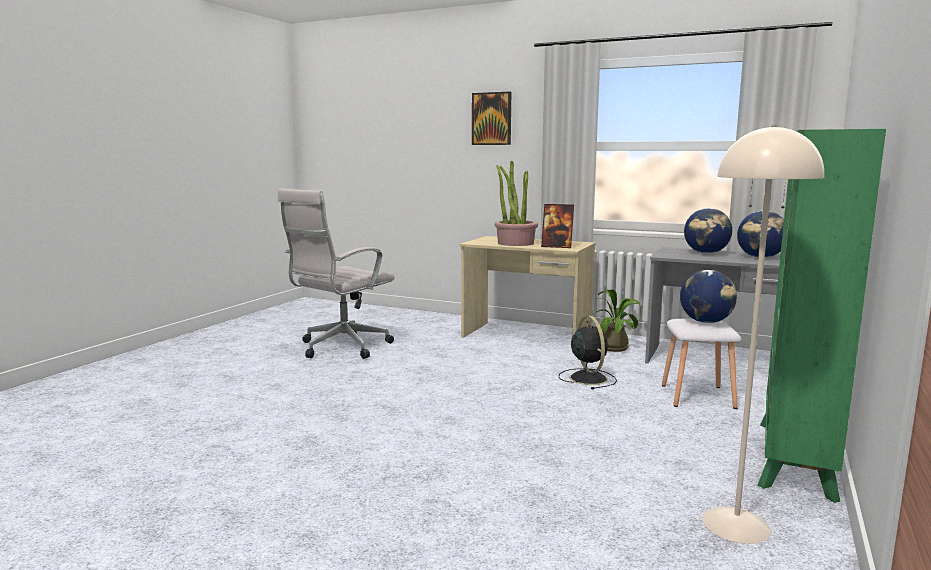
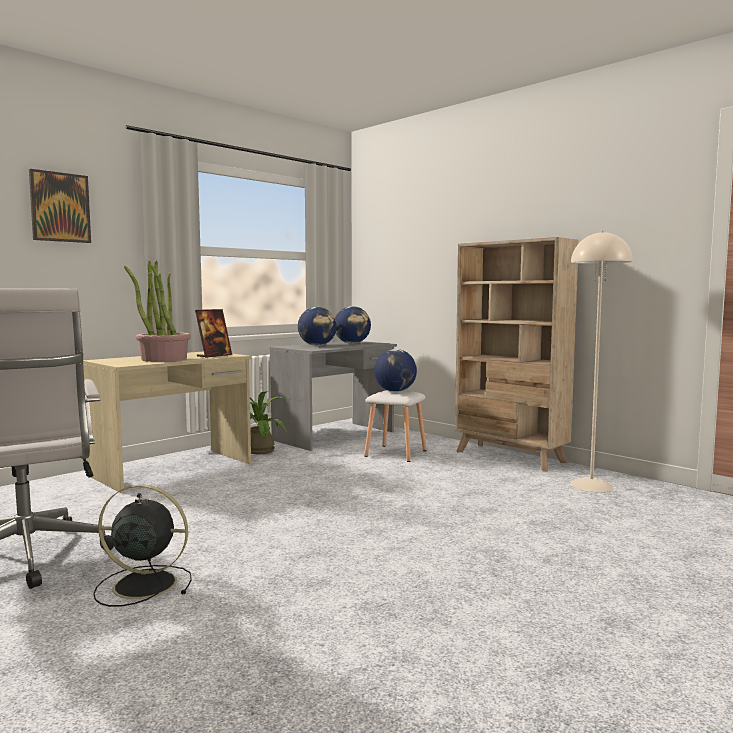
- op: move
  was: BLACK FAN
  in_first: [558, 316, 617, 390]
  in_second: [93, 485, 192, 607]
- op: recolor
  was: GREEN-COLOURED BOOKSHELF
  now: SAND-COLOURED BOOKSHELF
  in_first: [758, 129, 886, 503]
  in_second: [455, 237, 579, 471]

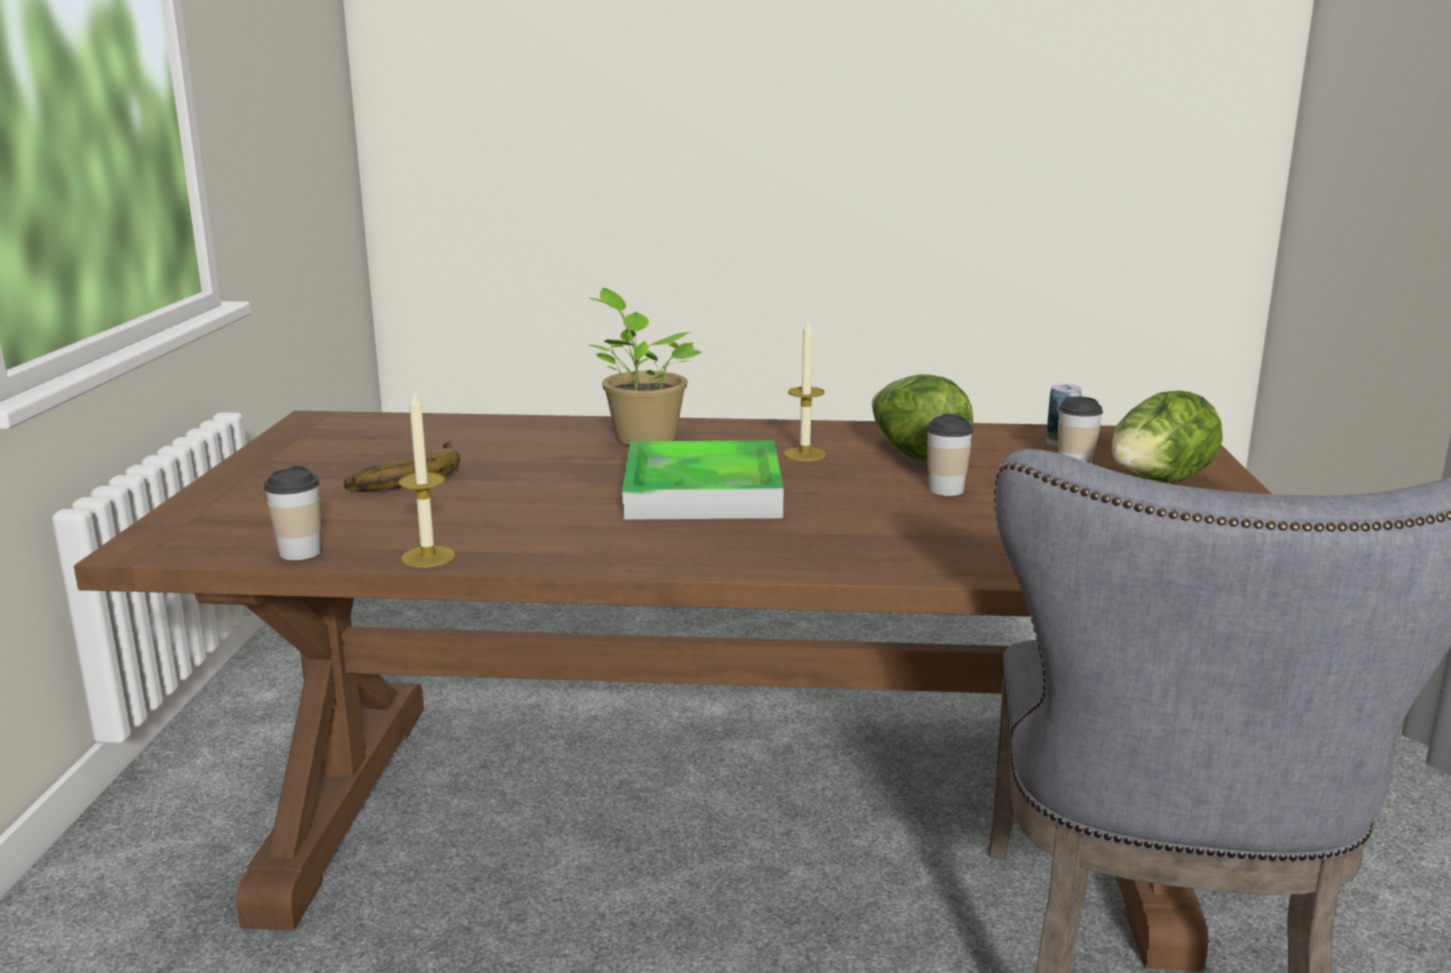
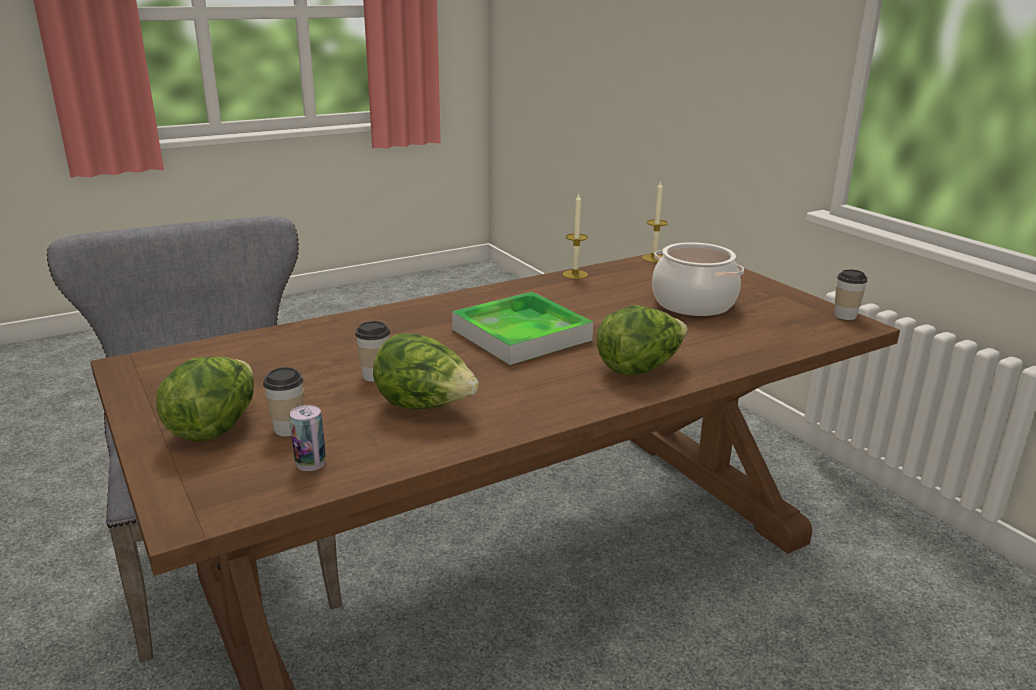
- op: move
  was: CUP
  in_first: [264, 466, 321, 560]
  in_second: [834, 269, 867, 320]
- op: replace
  was: BANANA FRUIT
  now: COOKING POT
  in_first: [344, 441, 460, 491]
  in_second: [652, 242, 744, 316]
- op: replace
  was: POTTED PLANT
  now: HEAD OF LETTUCE
  in_first: [589, 288, 702, 446]
  in_second: [596, 305, 688, 375]
- op: move
  was: CANDLE
  in_first: [784, 321, 826, 461]
  in_second: [642, 182, 668, 262]

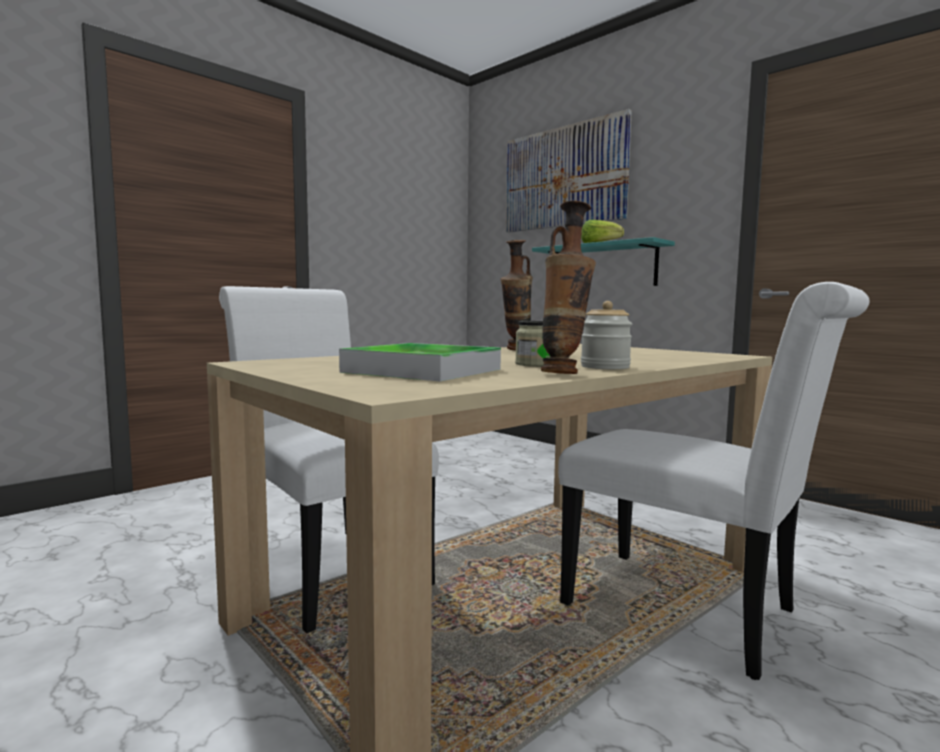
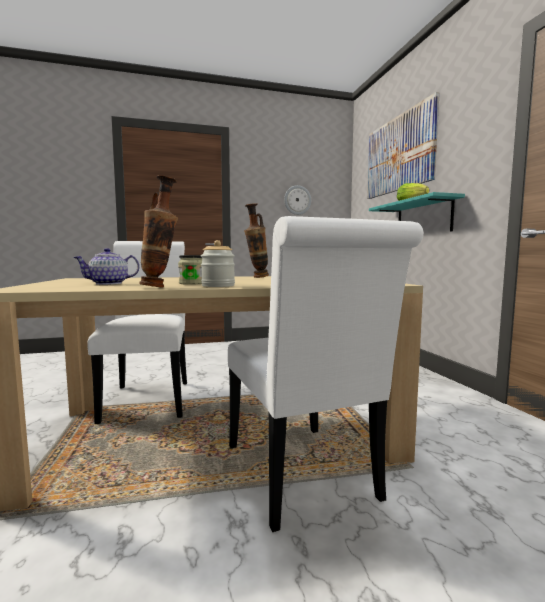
- op: replace
  was: SERVING TRAY
  now: POT FOR TEA
  in_first: [339, 343, 501, 381]
  in_second: [73, 248, 140, 285]
- op: insert
  now: HANGING CLOCK
  in_second: [284, 185, 311, 215]

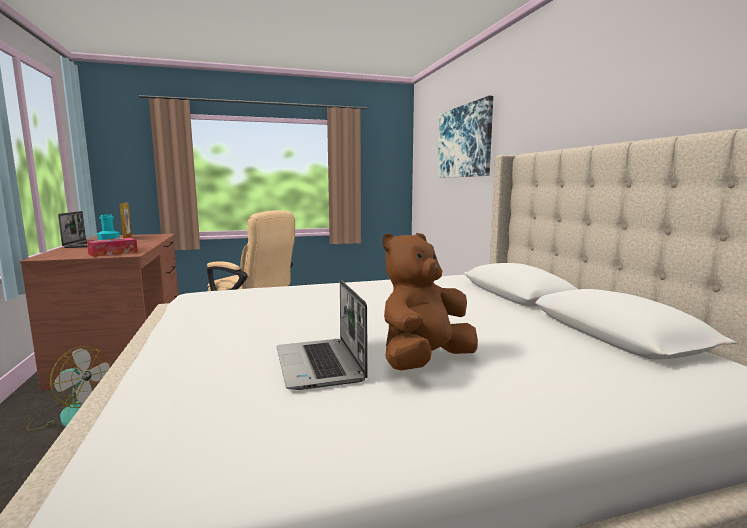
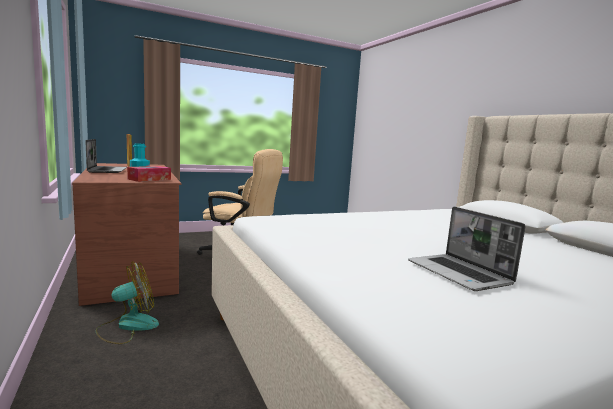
- op: rotate
  was: FAN
  in_first: [26, 346, 111, 431]
  in_second: [96, 261, 159, 344]
  clockwise: -45
- op: delete
  was: BROWN PLUSH TOY
  in_first: [383, 233, 478, 370]
- op: delete
  was: PICTURE
  in_first: [438, 96, 493, 178]

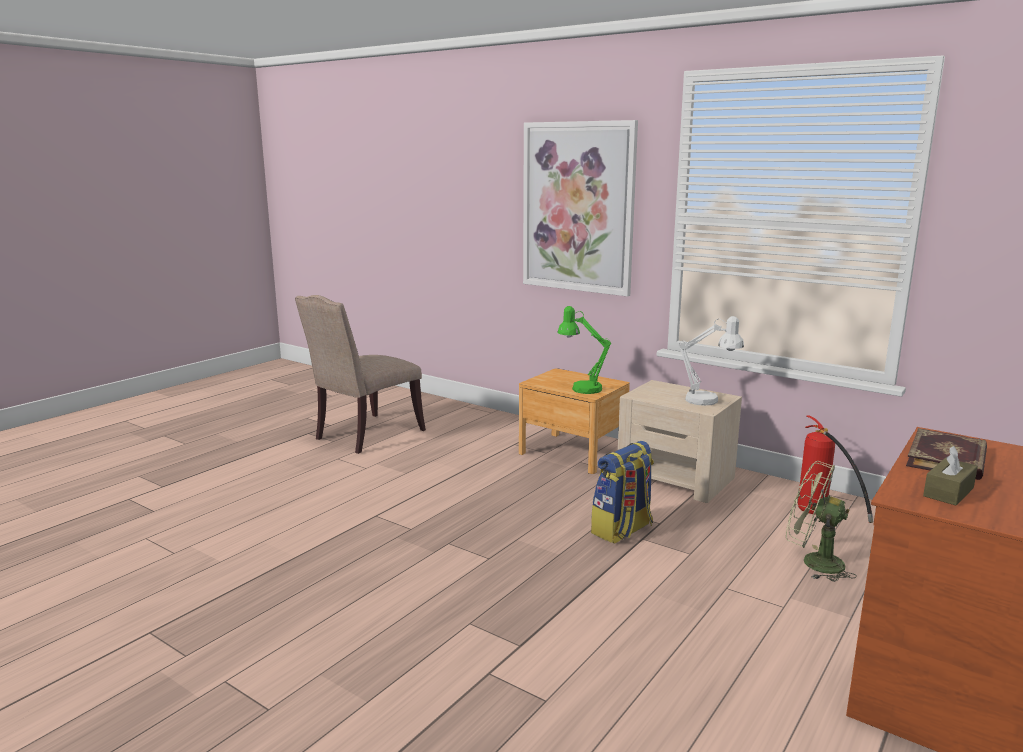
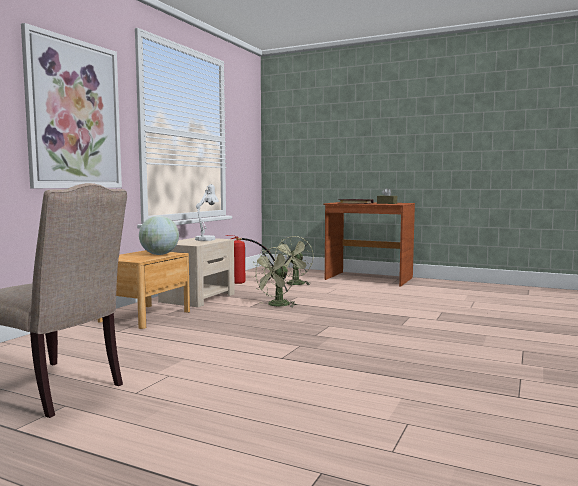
- op: replace
  was: GREEN-COLOURED TABLE LAMP
  now: WORLD GLOBE
  in_first: [558, 306, 611, 394]
  in_second: [139, 216, 179, 255]
- op: replace
  was: KNAPSACK
  now: GREEN-COLOURED FAN
  in_first: [591, 441, 654, 544]
  in_second: [251, 247, 297, 307]

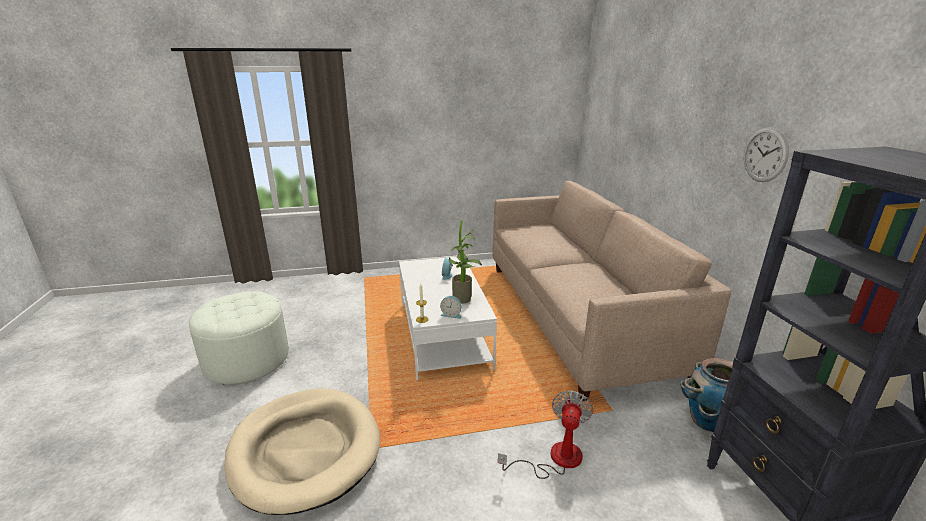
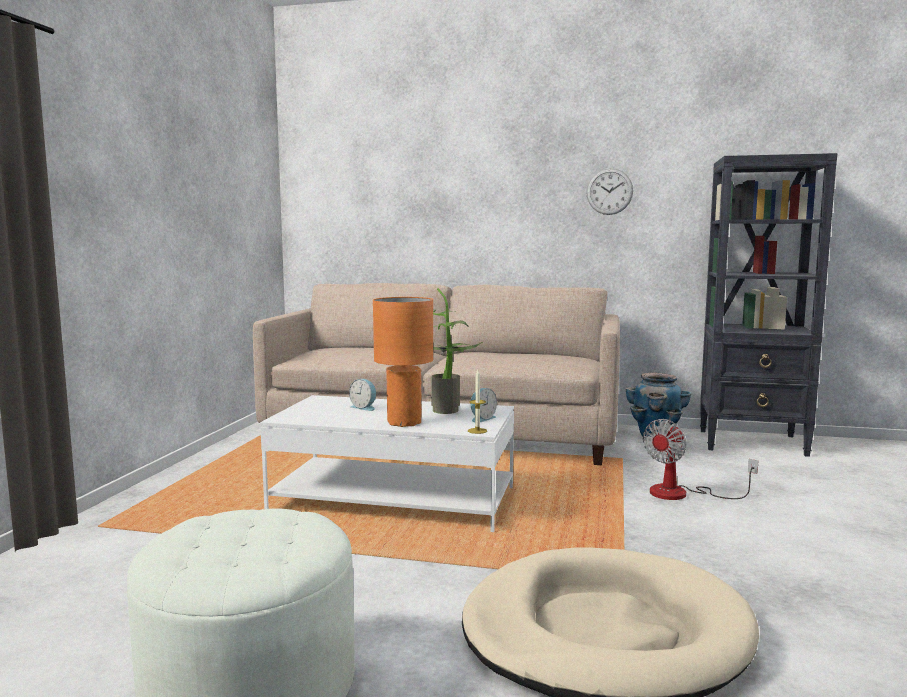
- op: rotate
  was: FAN
  in_first: [498, 390, 593, 479]
  in_second: [643, 419, 758, 500]
  clockwise: -90
- op: insert
  now: ORANGE-COLOURED TABLE LAMP
  in_second: [373, 297, 433, 427]

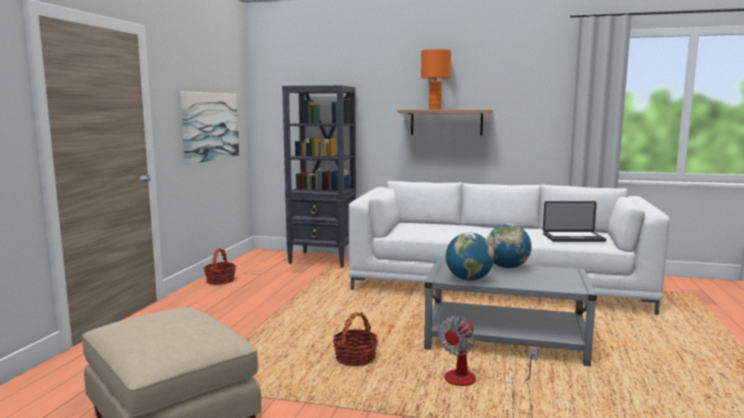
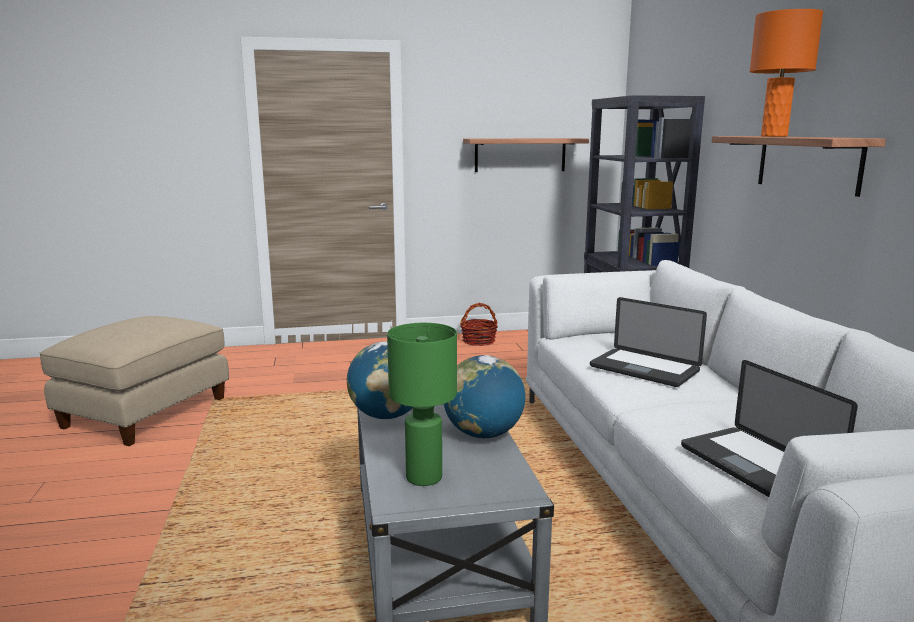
- op: replace
  was: PICTURE
  now: WALL SHELF
  in_first: [180, 91, 239, 164]
  in_second: [463, 138, 589, 172]
- op: delete
  was: STORAGE BASKET
  in_first: [333, 312, 378, 366]
- op: delete
  was: FAN
  in_first: [438, 316, 538, 386]
- op: insert
  now: GREEN-COLOURED TABLE LAMP
  in_second: [387, 323, 457, 486]
- op: insert
  now: LAPTOP
  in_second: [590, 297, 707, 387]

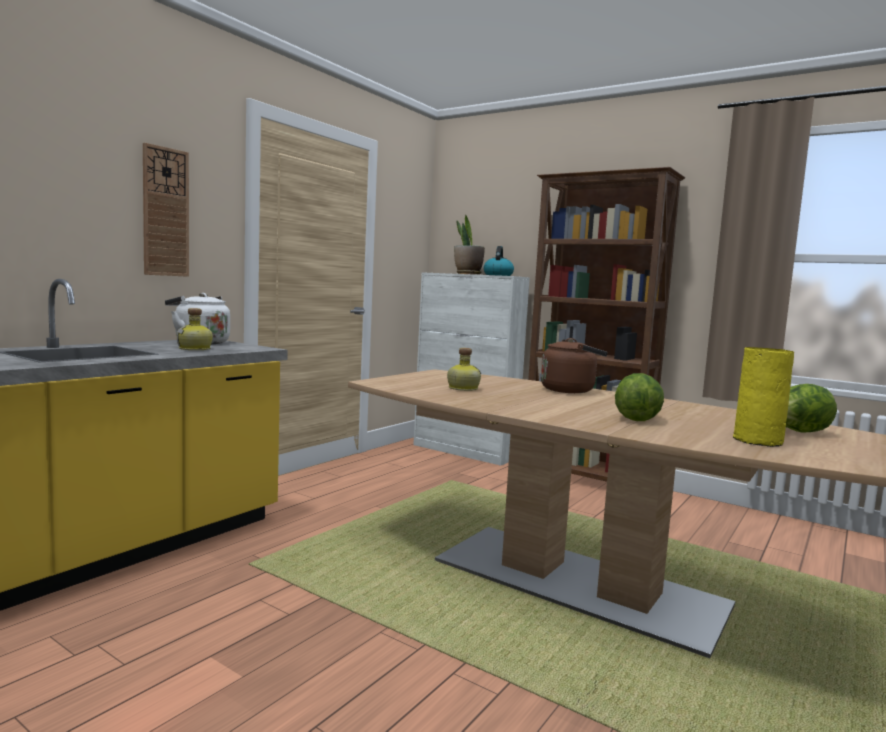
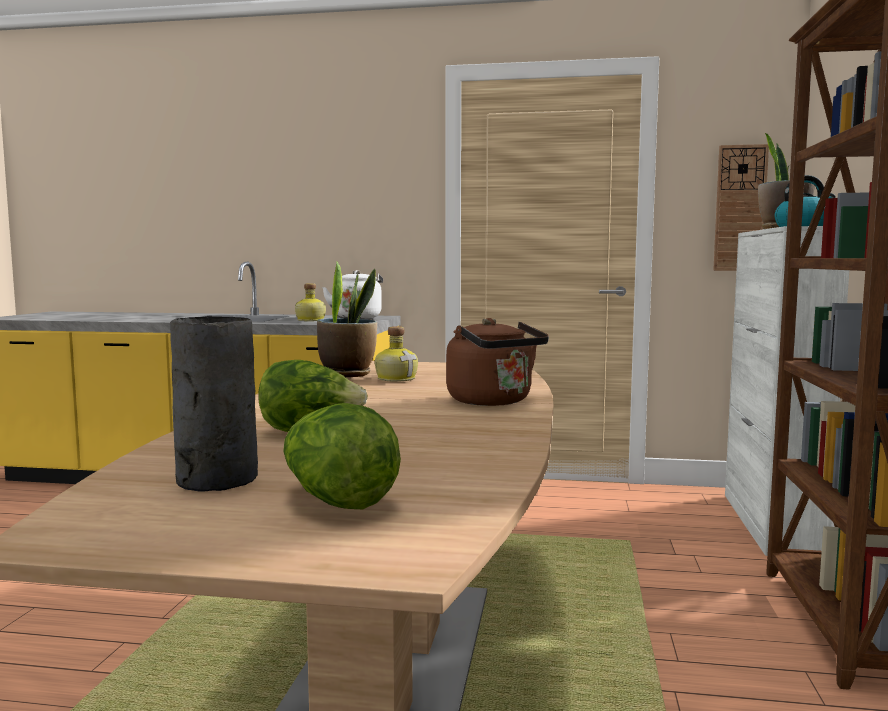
- op: move
  was: HANGING CLOCK
  in_first: [143, 143, 189, 277]
  in_second: [713, 144, 769, 271]
- op: recolor
  was: YELLOWISH FLOWER VASE
  now: GREY FLOWER VASE
  in_first: [733, 347, 794, 447]
  in_second: [170, 316, 258, 492]
- op: insert
  now: POTTED PLANT
  in_second: [317, 262, 377, 377]

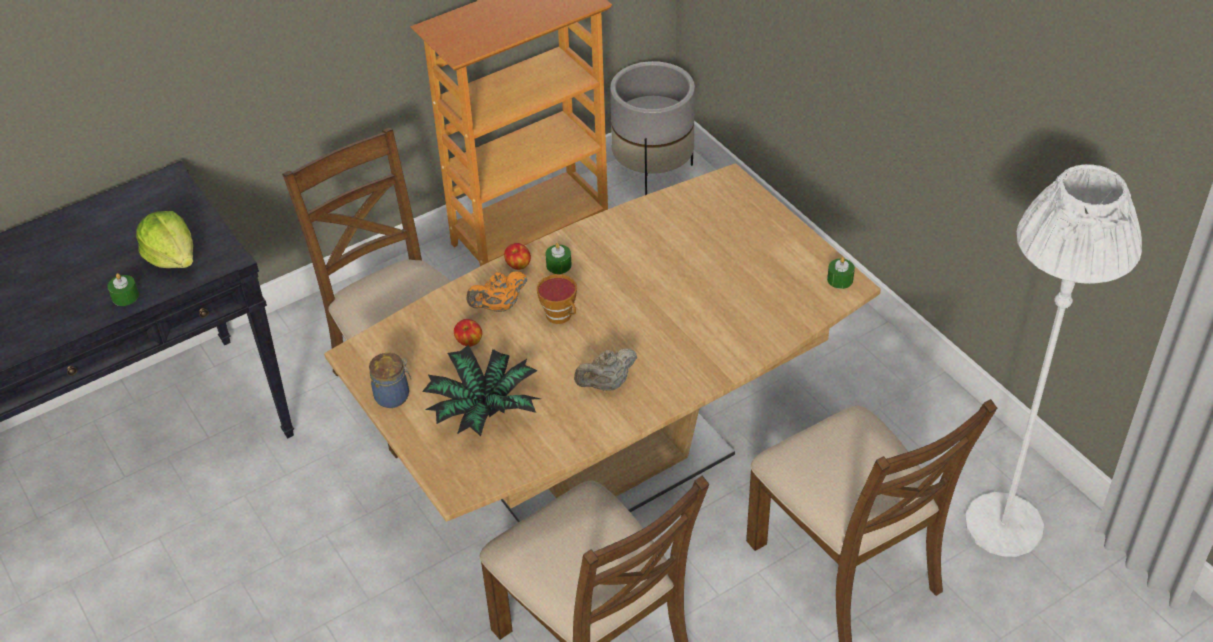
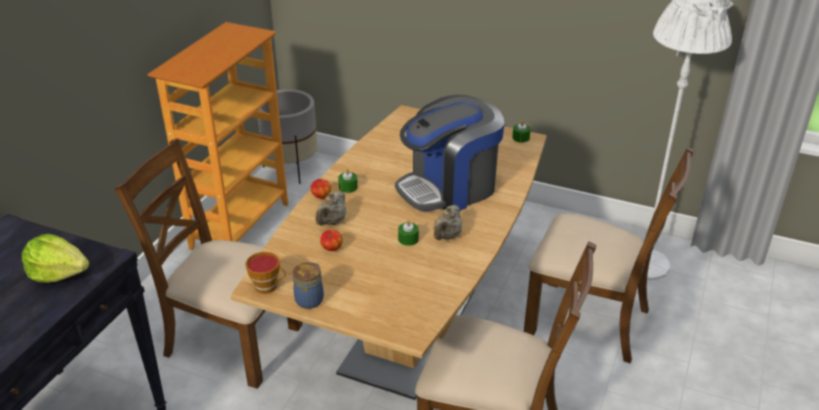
- op: move
  was: GREEN-COLOURED CANDLE
  in_first: [108, 273, 139, 306]
  in_second: [398, 219, 419, 246]
- op: delete
  was: POTTED PLANT
  in_first: [422, 345, 541, 436]
- op: recolor
  was: ORANGE-COLOURED POT FOR TEA
  now: SAND-COLOURED POT FOR TEA
  in_first: [467, 271, 527, 312]
  in_second: [316, 191, 346, 226]
- op: move
  was: CUP
  in_first: [537, 274, 577, 324]
  in_second: [245, 252, 286, 294]
- op: insert
  now: COFFEE BREWER
  in_second: [395, 95, 504, 211]

